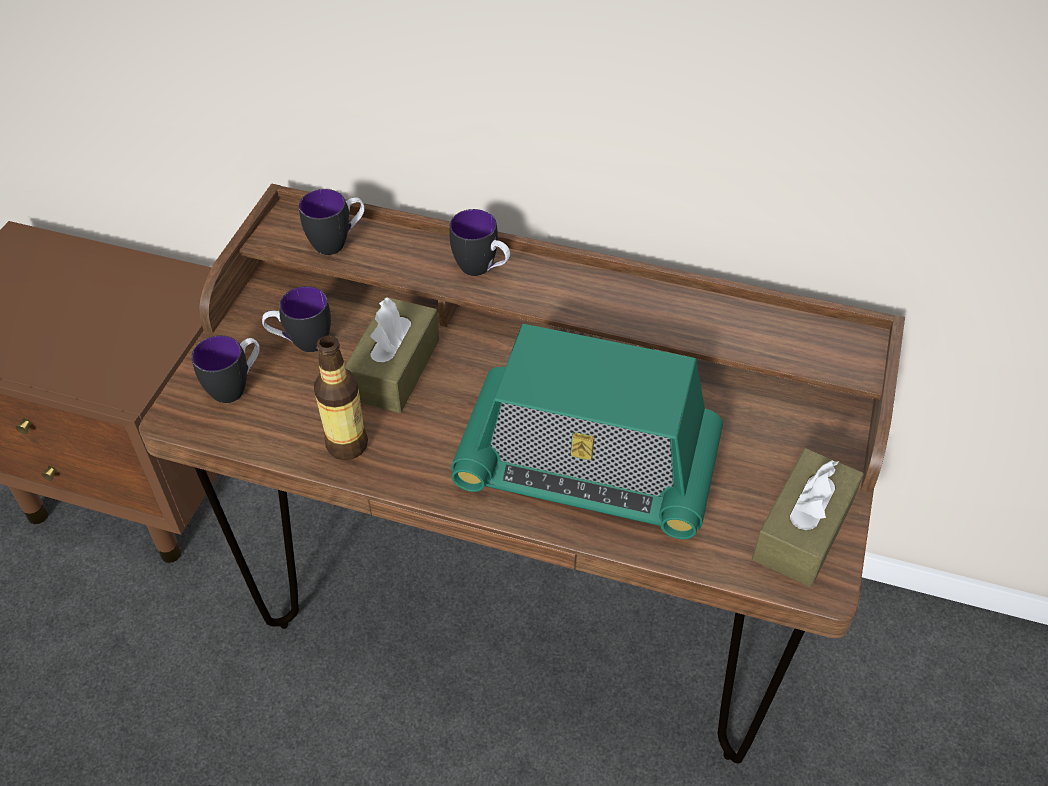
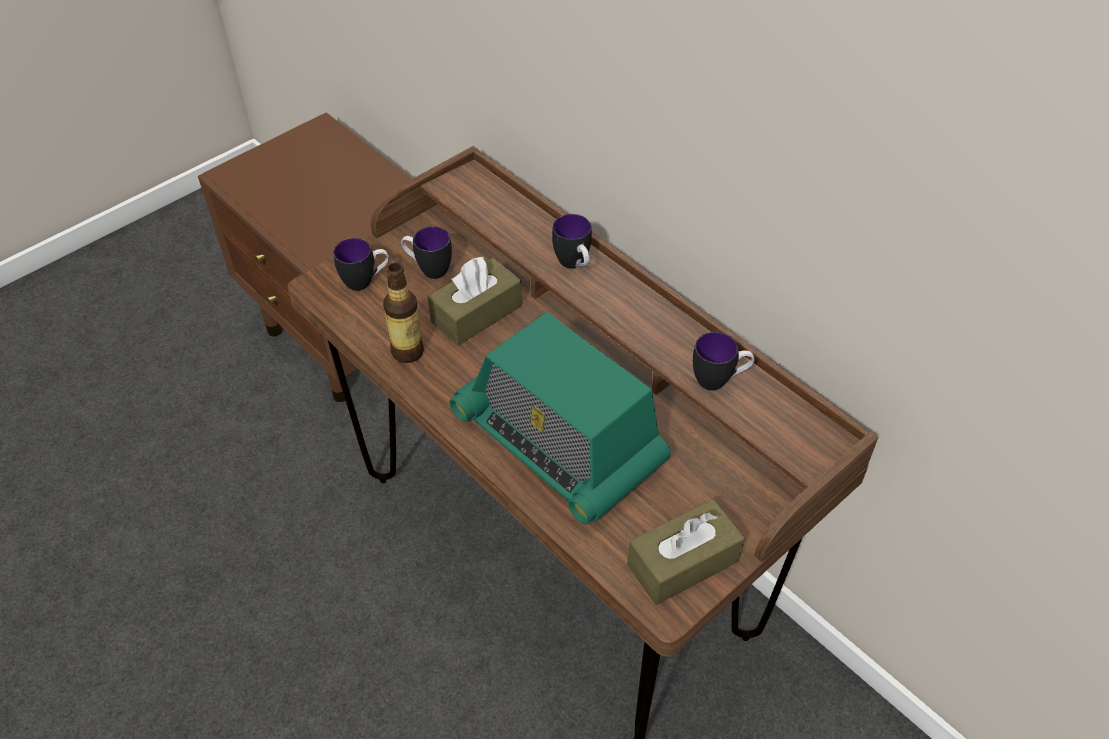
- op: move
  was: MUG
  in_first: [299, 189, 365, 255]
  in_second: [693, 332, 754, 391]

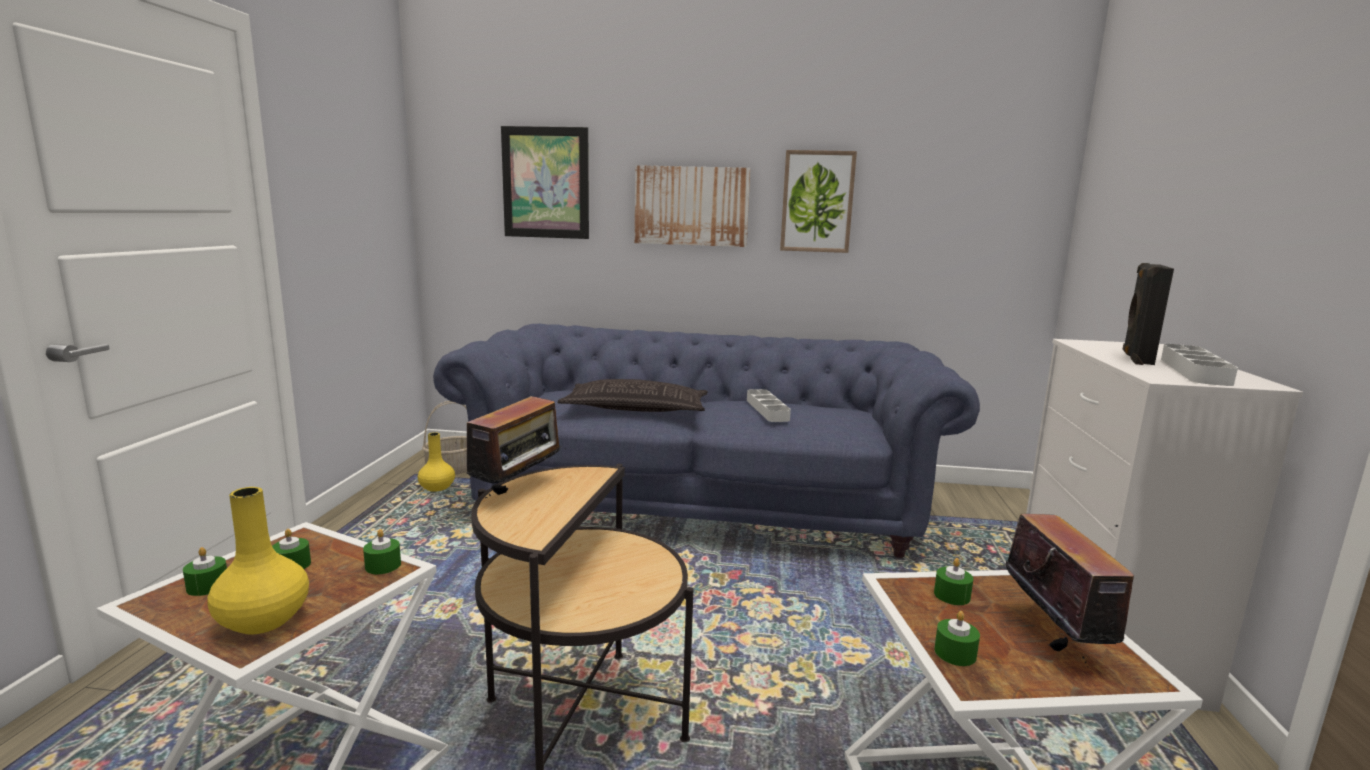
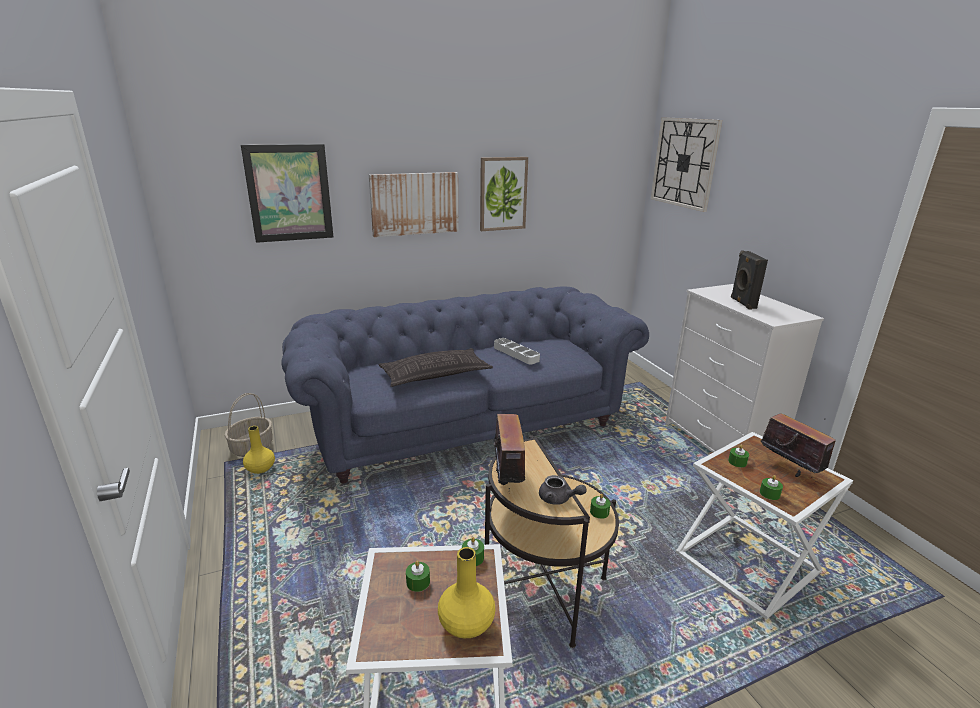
- op: move
  was: GREEN-COLOURED CANDLE
  in_first: [183, 547, 227, 596]
  in_second: [590, 494, 610, 519]
- op: delete
  was: GREY SERVING TRAY
  in_first: [1161, 344, 1238, 386]
- op: insert
  now: GREY POT FOR TEA
  in_second: [539, 475, 586, 505]
- op: insert
  now: HANGING CLOCK
  in_second: [651, 117, 722, 212]

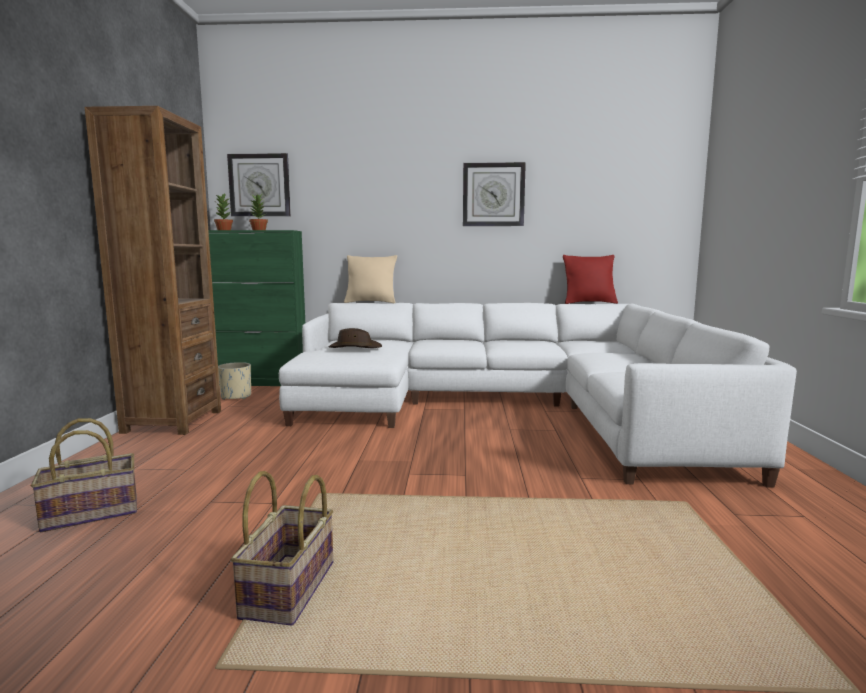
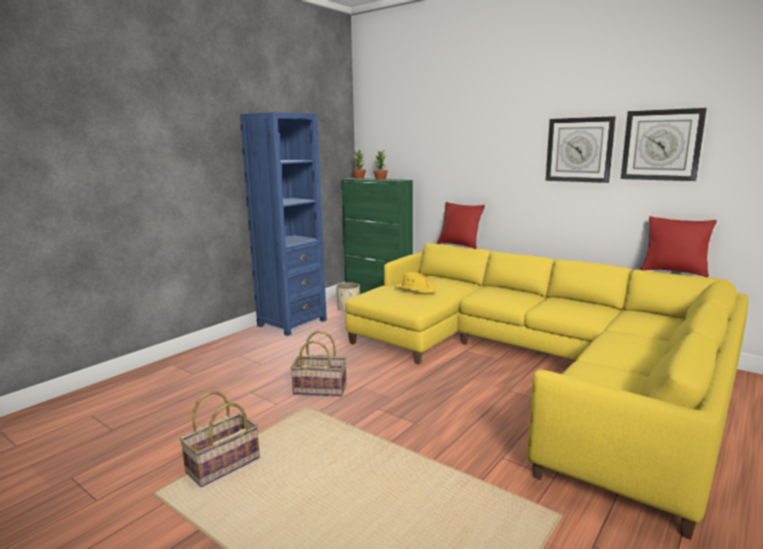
- op: move
  was: STORAGE BASKET
  in_first: [31, 418, 137, 532]
  in_second: [290, 331, 347, 396]
- op: recolor
  was: BROWN BOOKSHELF
  now: BLUE-COLOURED BOOKSHELF
  in_first: [85, 106, 221, 435]
  in_second: [240, 112, 327, 336]
- op: move
  was: HANGING CLOCK
  in_first: [227, 153, 291, 216]
  in_second: [621, 108, 707, 181]
- op: recolor
  was: WHITE COUCH
  now: YELLOWISH COUCH
  in_first: [279, 303, 797, 488]
  in_second: [345, 243, 748, 540]
- op: recolor
  was: BROWN HAT
  now: YELLOWISH HAT
  in_first: [329, 328, 382, 348]
  in_second: [395, 272, 437, 293]
- op: recolor
  was: SAND-COLOURED PILLOW
  now: RED-COLOURED PILLOW
  in_first: [344, 255, 397, 303]
  in_second: [437, 202, 485, 249]

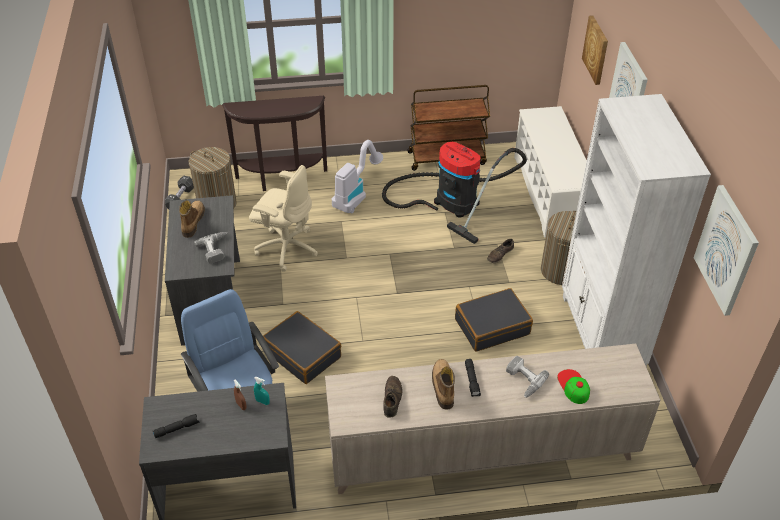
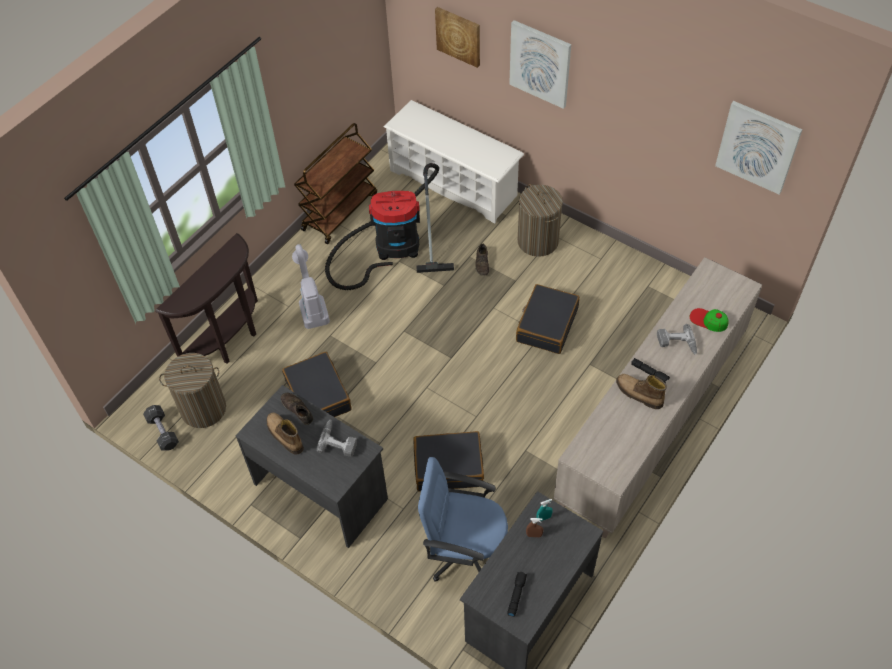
- op: replace
  was: SAND-COLOURED DESK CHAIR
  now: BLACK TRAVEL CASE
  in_first: [249, 165, 318, 272]
  in_second: [282, 352, 352, 417]
- op: move
  was: BROWN ITEM OF FOOTWEAR
  in_first: [383, 376, 403, 418]
  in_second: [281, 393, 313, 425]
- op: delete
  was: WHITE BOOKSHELF
  in_first: [562, 94, 711, 366]

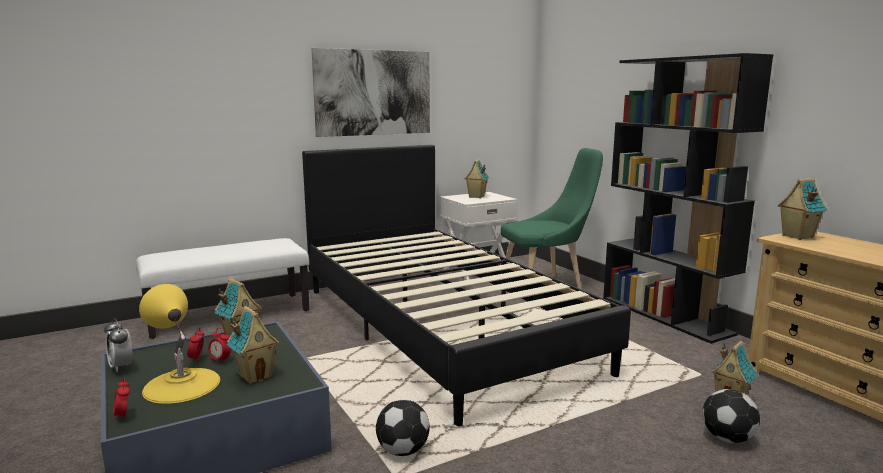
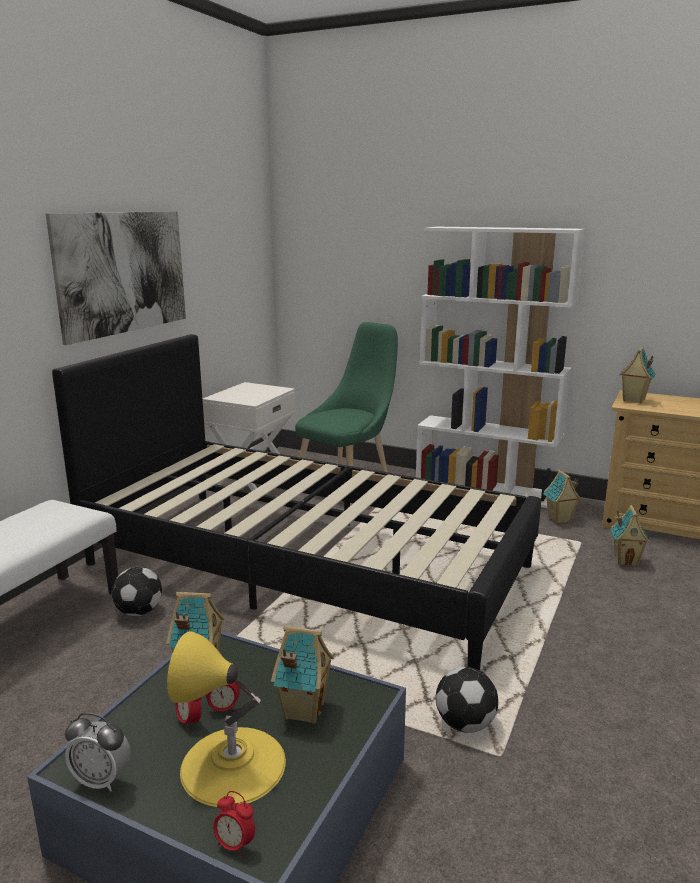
- op: move
  was: TOY HOUSE
  in_first: [464, 159, 489, 199]
  in_second: [544, 469, 581, 524]
- op: recolor
  was: BLACK BOOKSHELF
  now: WHITE BOOKSHELF
  in_first: [603, 53, 773, 344]
  in_second: [416, 227, 585, 508]
- op: move
  was: BALL FOR FOOTBALL
  in_first: [703, 389, 760, 443]
  in_second: [111, 567, 162, 616]

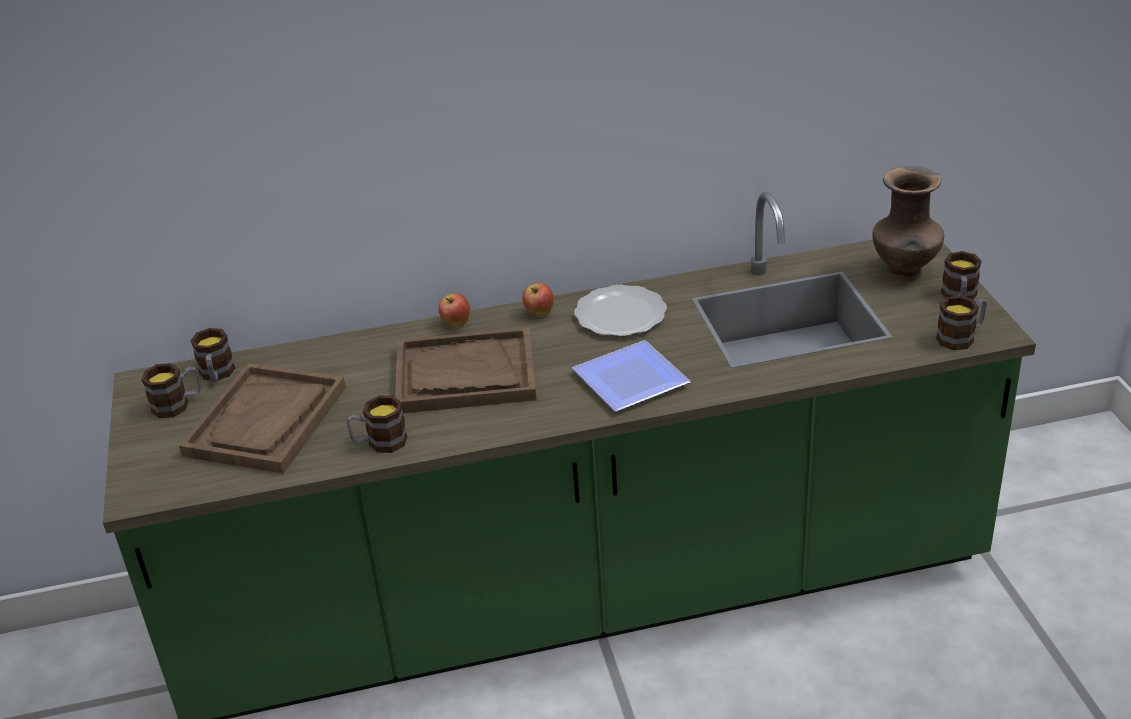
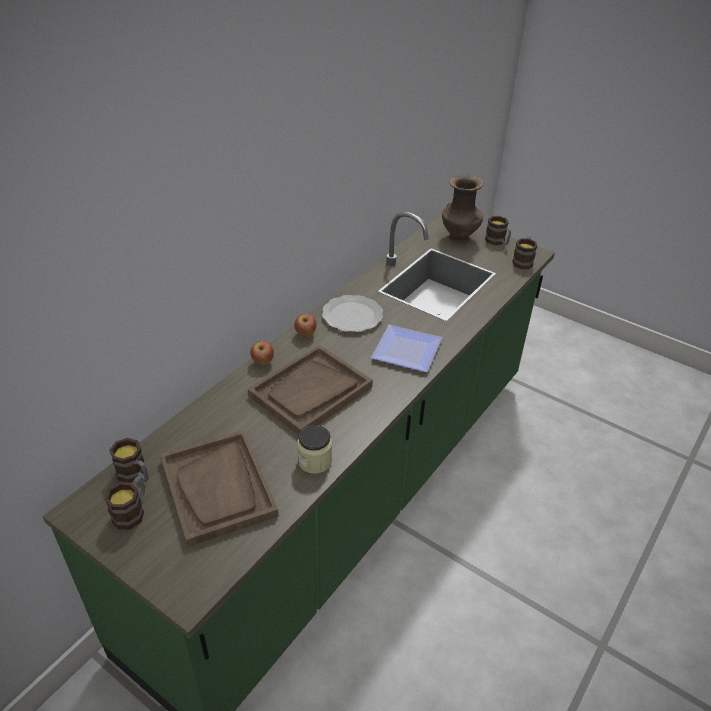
- op: replace
  was: MUG
  now: JAR
  in_first: [347, 396, 408, 453]
  in_second: [297, 425, 332, 474]

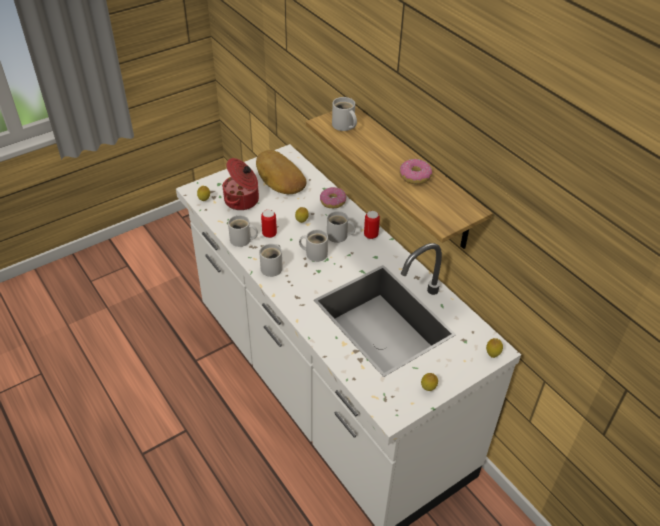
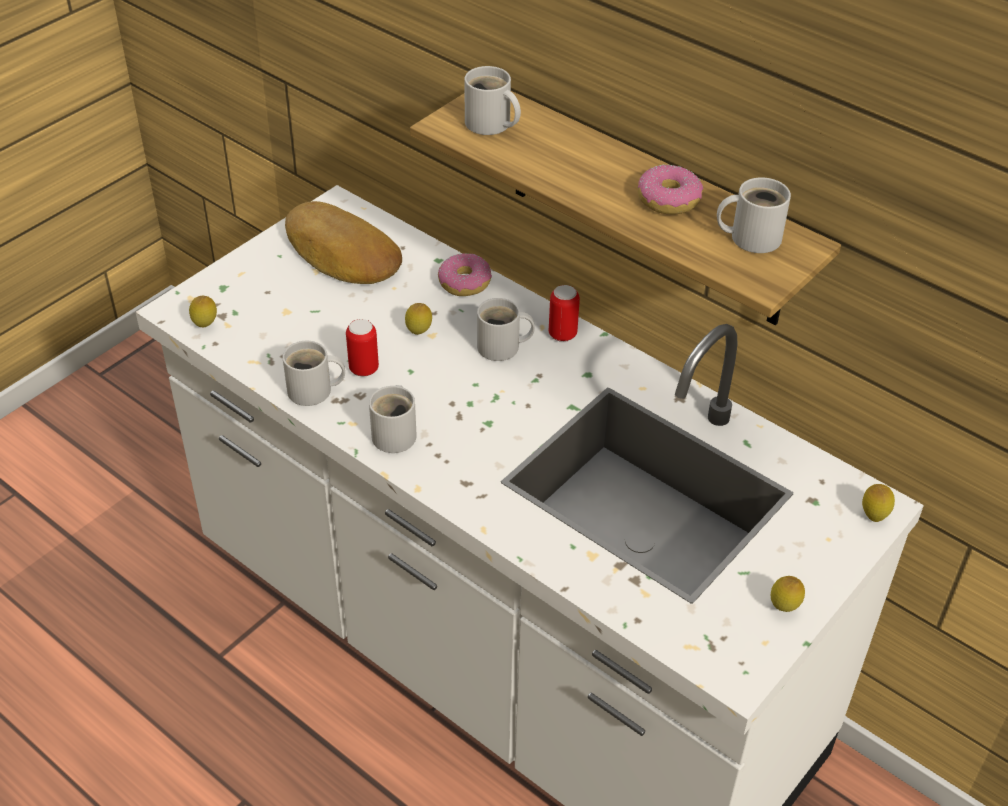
- op: delete
  was: COOKING POT
  in_first: [222, 158, 259, 210]
- op: move
  was: WHITE MUG
  in_first: [299, 230, 328, 262]
  in_second: [717, 177, 791, 253]

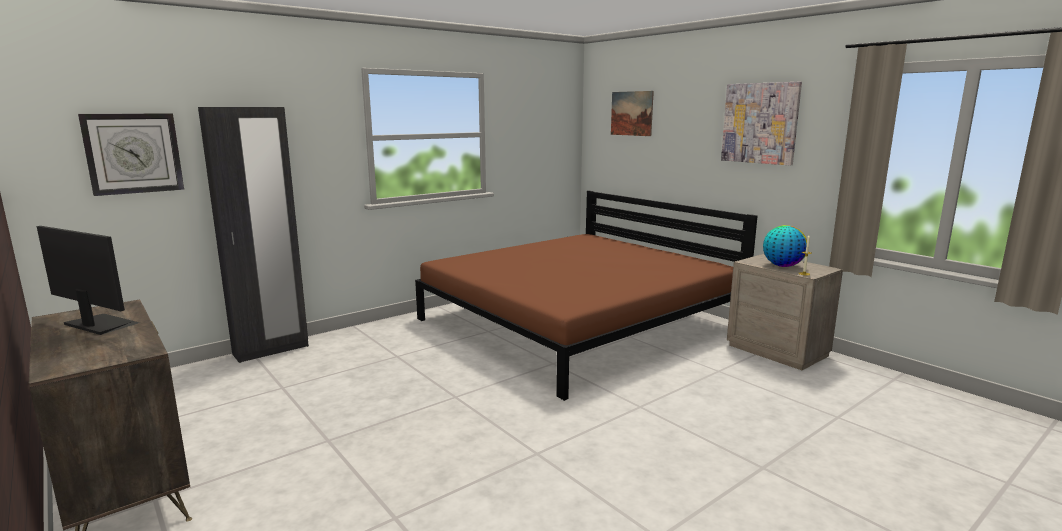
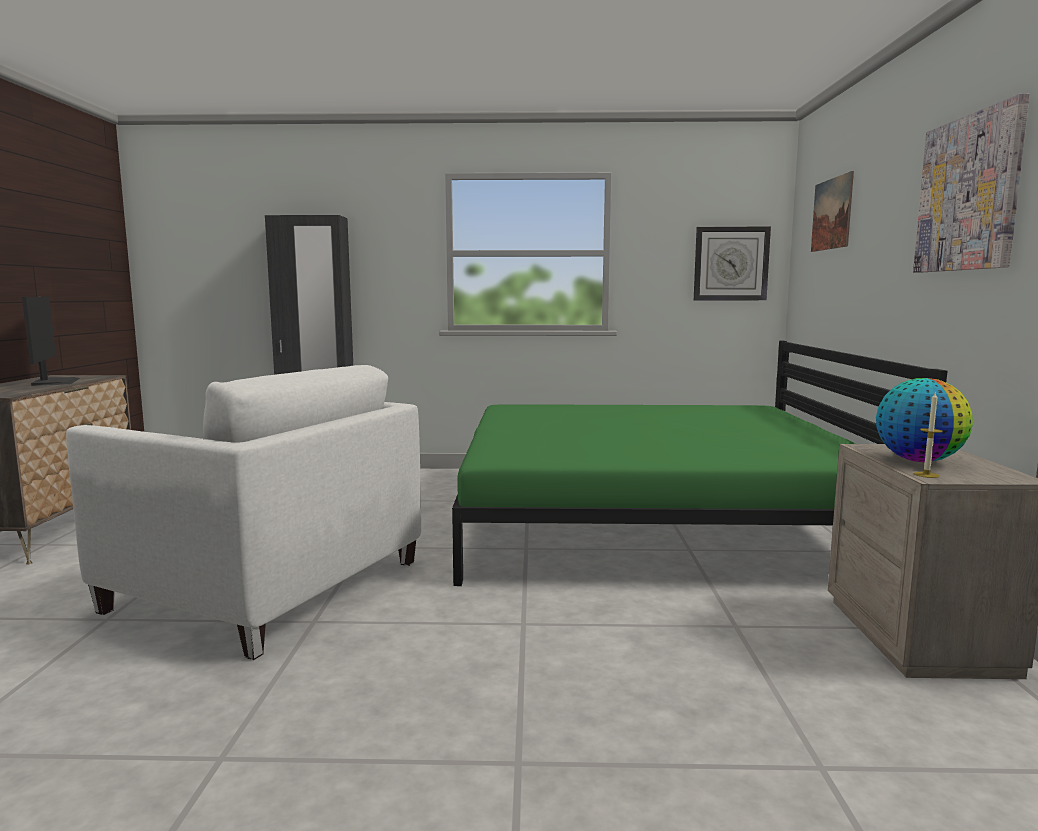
- op: move
  was: HANGING CLOCK
  in_first: [78, 113, 184, 196]
  in_second: [694, 226, 771, 300]
- op: recolor
  was: BROWN SLEEPING BED
  now: GREEN-COLOURED SLEEPING BED
  in_first: [415, 190, 758, 401]
  in_second: [452, 341, 947, 586]
- op: insert
  now: WHITE ARMCHAIR
  in_second: [66, 365, 421, 660]

